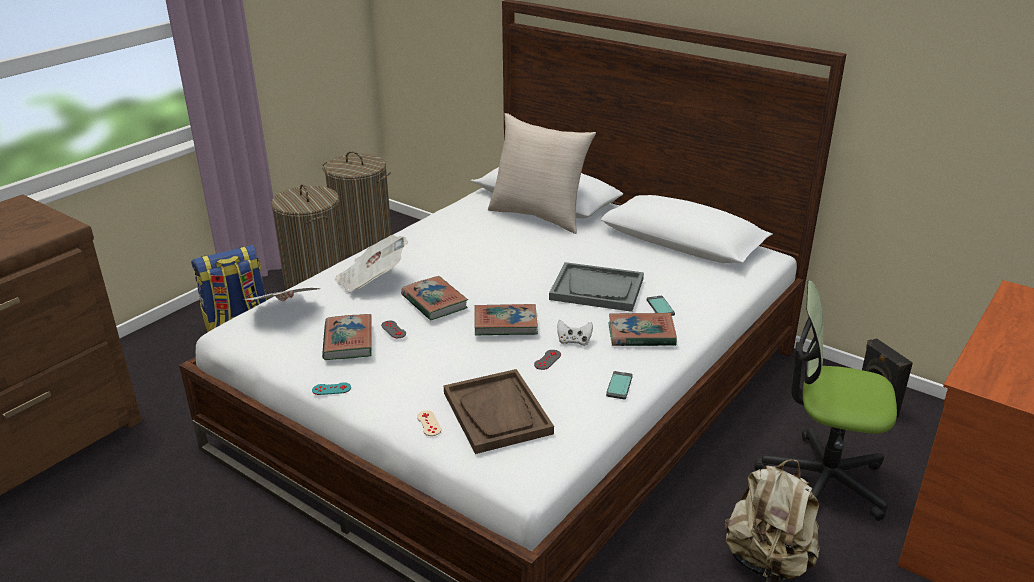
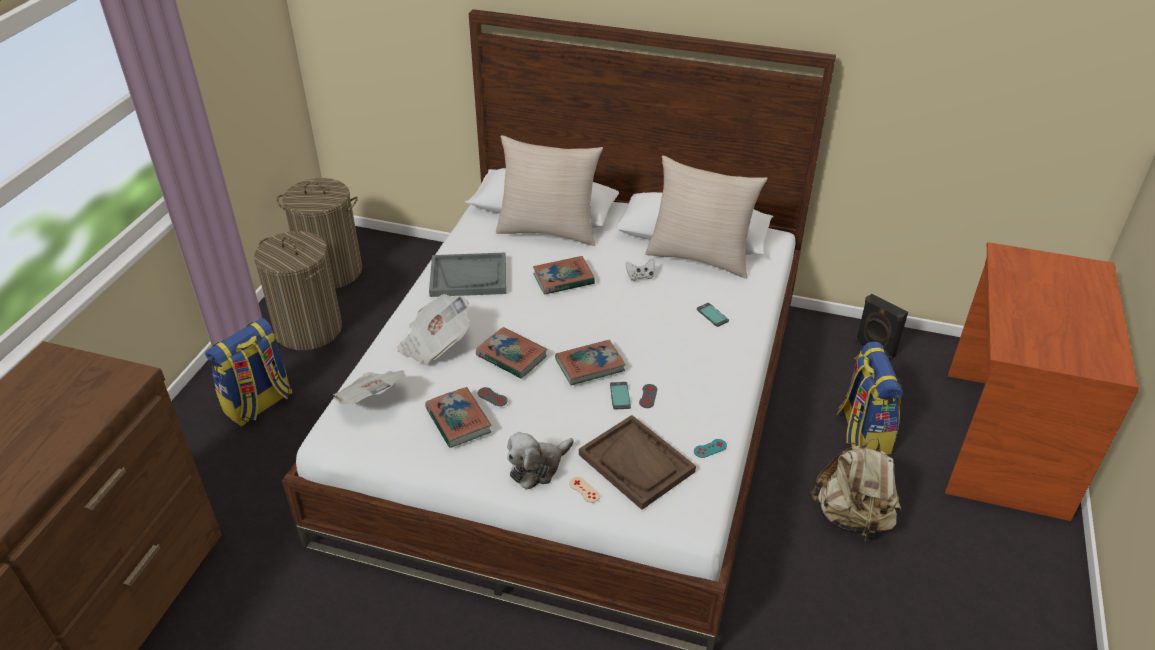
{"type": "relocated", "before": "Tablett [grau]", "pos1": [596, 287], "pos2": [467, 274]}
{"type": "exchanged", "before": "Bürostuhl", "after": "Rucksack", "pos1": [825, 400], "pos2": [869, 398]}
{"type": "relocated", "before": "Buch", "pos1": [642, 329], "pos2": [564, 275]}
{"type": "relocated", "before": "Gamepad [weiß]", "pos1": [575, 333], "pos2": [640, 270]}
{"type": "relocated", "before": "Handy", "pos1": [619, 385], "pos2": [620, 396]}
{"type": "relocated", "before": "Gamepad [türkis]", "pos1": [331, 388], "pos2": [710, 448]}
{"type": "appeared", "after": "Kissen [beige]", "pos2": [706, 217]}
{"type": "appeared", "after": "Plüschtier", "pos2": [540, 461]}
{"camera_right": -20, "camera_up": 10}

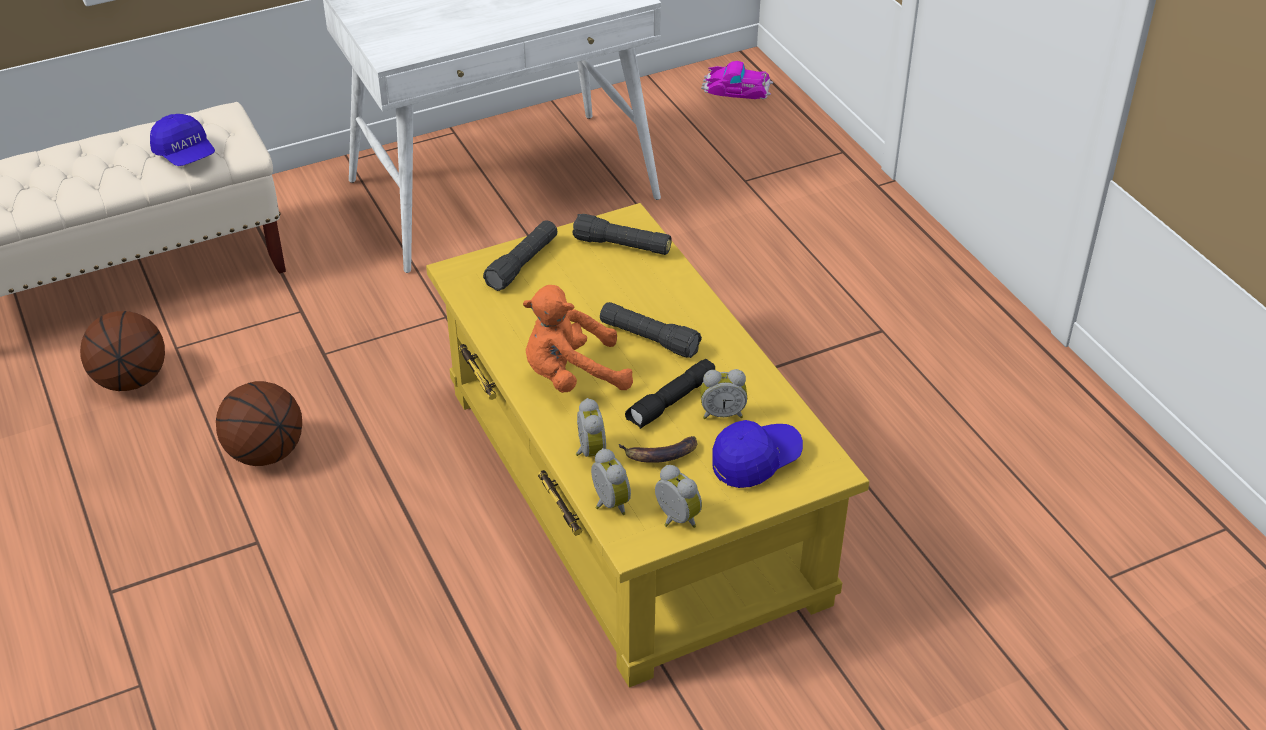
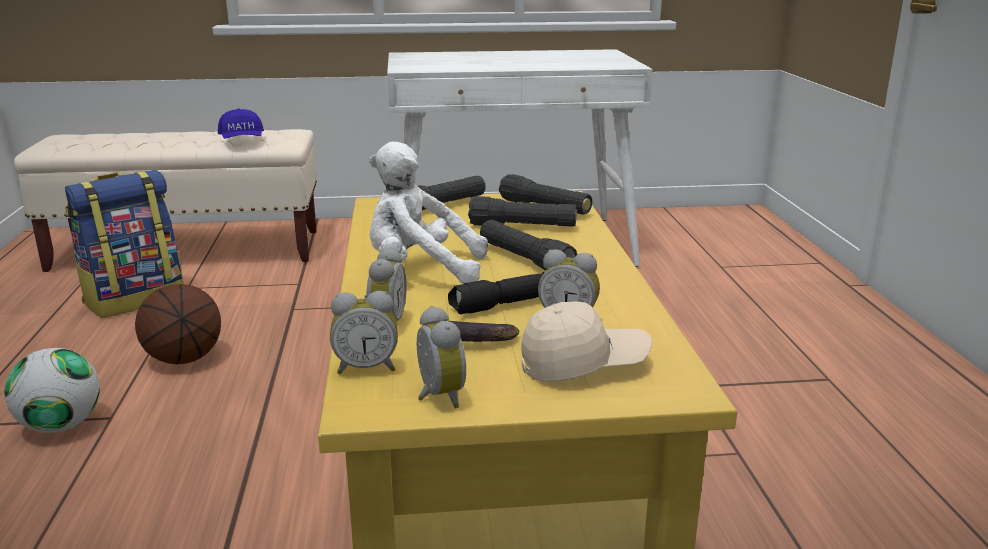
{"type": "missing", "before": "Spielzeugauto", "pos1": [737, 80]}
{"type": "colour", "before": "Plüschtier [orange]", "after": "Plüschtier [weiß]", "pos1": [578, 339], "pos2": [428, 212]}
{"type": "exchanged", "before": "Basketball", "after": "Rucksack", "pos1": [122, 351], "pos2": [124, 244]}
{"type": "colour", "before": "Kappe [blau]", "after": "Kappe [beige]", "pos1": [757, 454], "pos2": [586, 341]}
{"type": "spun", "before": "Wecker", "pos1": [611, 481], "pos2": [364, 332], "turn": 90}
{"type": "appeared", "after": "Taschenlampe [schwarz]", "pos2": [522, 211]}
{"type": "appeared", "after": "Fußball", "pos2": [52, 390]}
{"camera_right": 20, "camera_up": -20}

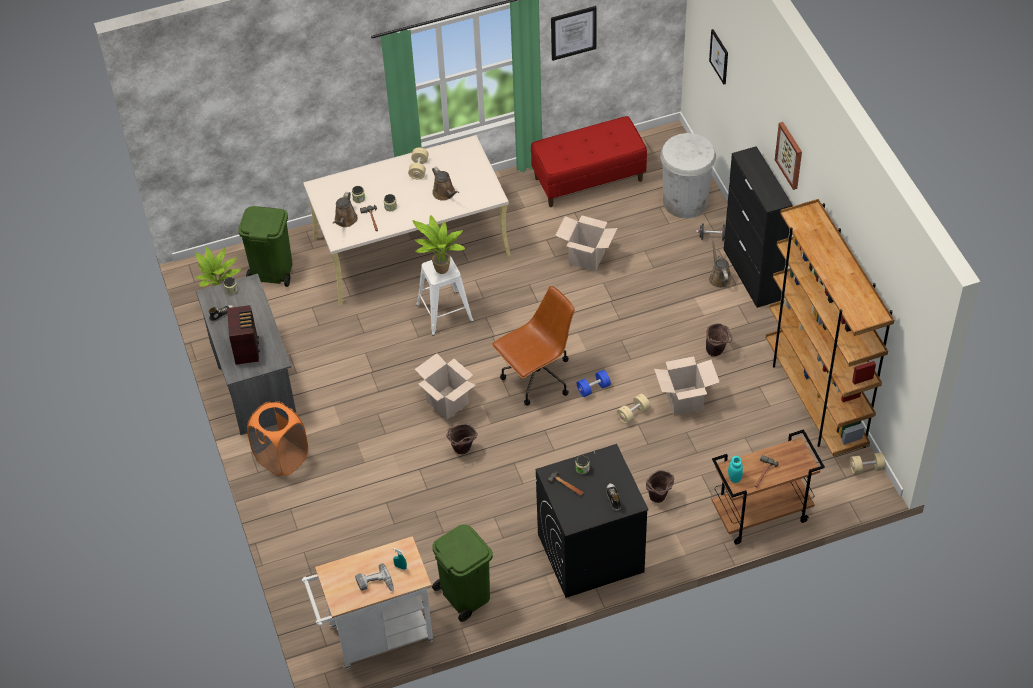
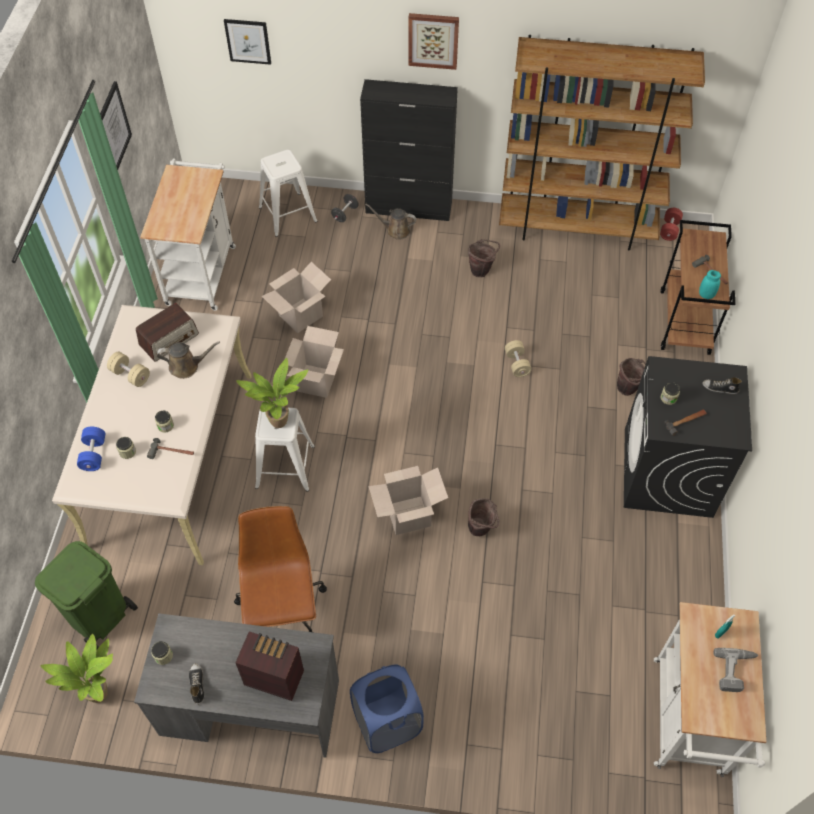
{"type": "exchanged", "before": "Bank [rot]", "after": "Rollwagen [weiß]", "pos1": [589, 161], "pos2": [188, 235]}
{"type": "exchanged", "before": "Mülleimer [weiß]", "after": "Hocker [weiß]", "pos1": [688, 175], "pos2": [288, 193]}
{"type": "missing", "before": "Gießkanne [braun]", "pos1": [345, 209]}
{"type": "relocated", "before": "Bürostuhl [braun]", "pos1": [533, 346], "pos2": [280, 569]}
{"type": "relocated", "before": "Karton", "pos1": [687, 385], "pos2": [314, 362]}
{"type": "relocated", "before": "Hantel [blau]", "pos1": [594, 383], "pos2": [91, 449]}
{"type": "colour", "before": "Wäschekorb [orange]", "after": "Wäschekorb [blau]", "pos1": [277, 438], "pos2": [387, 709]}
{"type": "colour", "before": "Hantel [beige]", "after": "Hantel [rot]", "pos1": [867, 463], "pos2": [671, 224]}
{"type": "missing", "before": "Mülleimer [grün]", "pos1": [462, 573]}
{"type": "appeared", "after": "Radio", "pos2": [167, 332]}
{"camera_right": -65, "camera_up": 5}

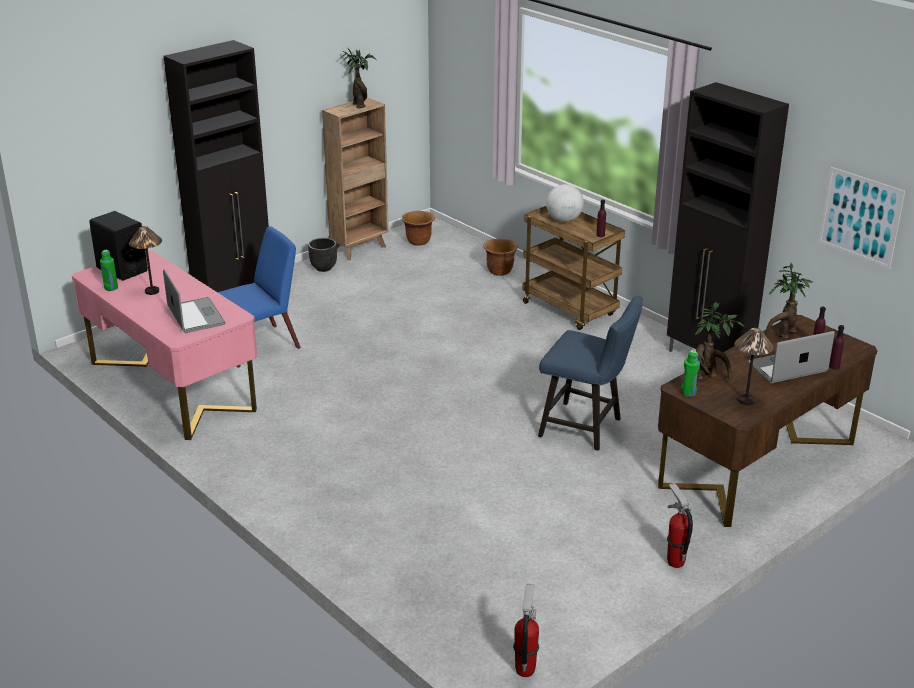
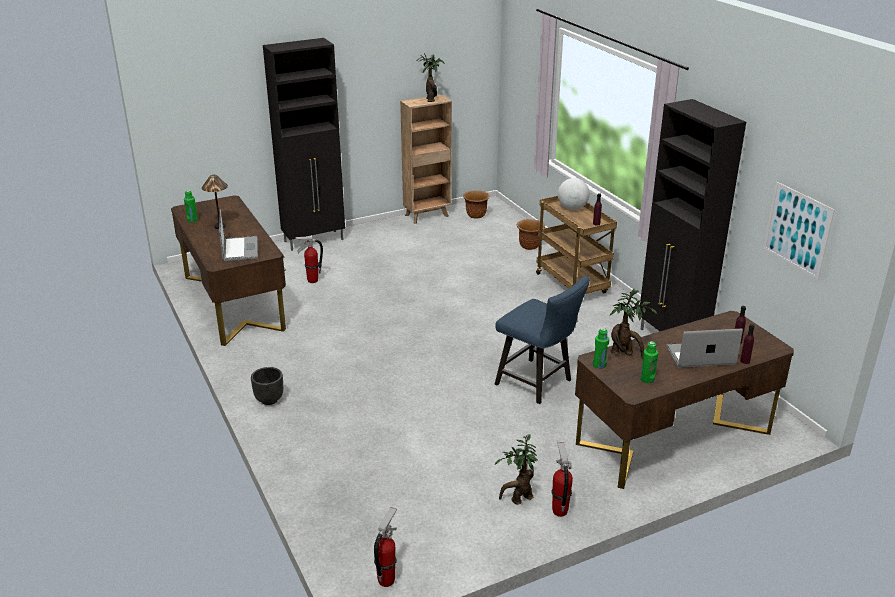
{"type": "missing", "before": "Lautsprecher [schwarz]", "pos1": [118, 246]}
{"type": "exchanged", "before": "Stuhl [blau]", "after": "Feuerlöscher", "pos1": [259, 297], "pos2": [309, 260]}
{"type": "relocated", "before": "Pflanzkübel [schwarz]", "pos1": [322, 255], "pos2": [267, 386]}
{"type": "colour", "before": "Schreibtisch [rosa]", "after": "Schreibtisch [braun]", "pos1": [164, 345], "pos2": [228, 271]}
{"type": "relocated", "before": "Topfpflanze", "pos1": [789, 300], "pos2": [516, 469]}
{"type": "exchanged", "before": "Tischlampe", "after": "Flasche [grün]", "pos1": [753, 366], "pos2": [649, 362]}
{"camera_right": 15, "camera_up": 0}

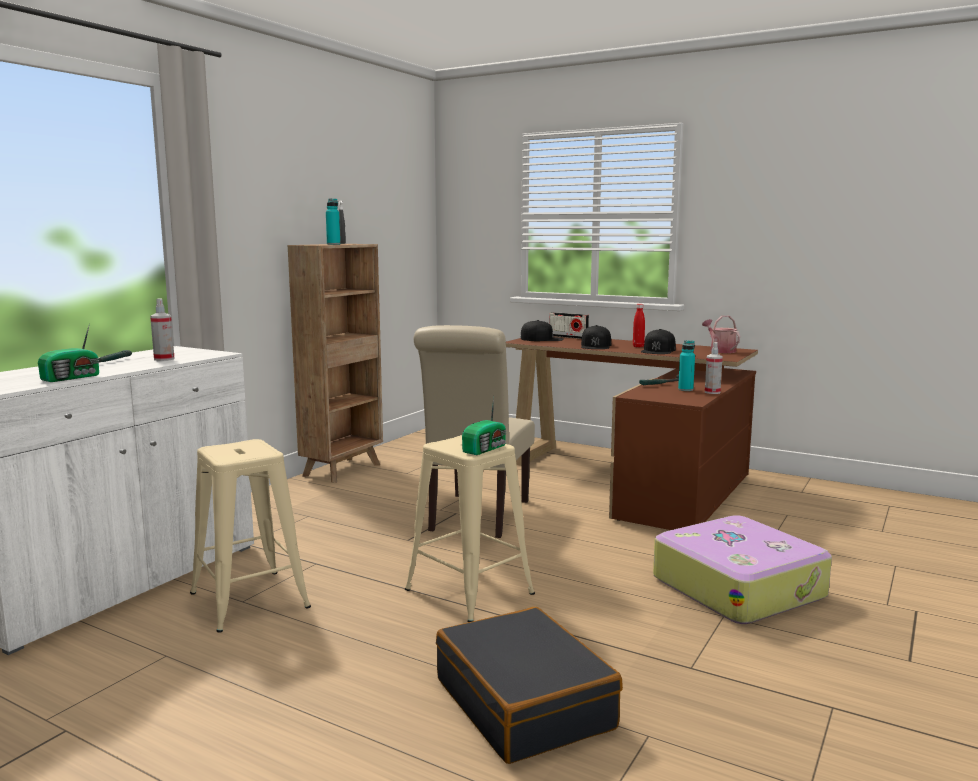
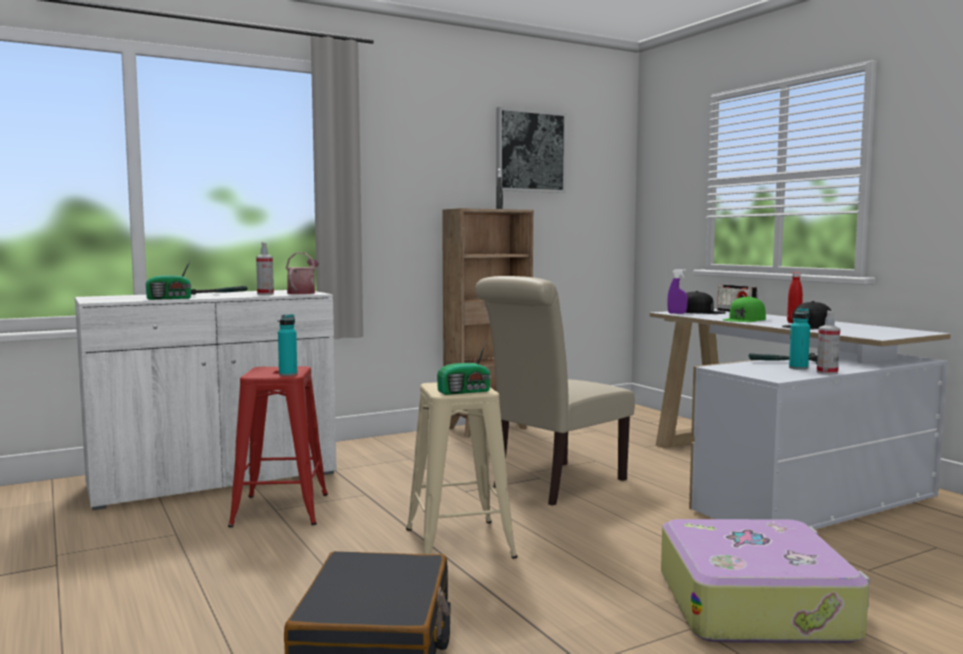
{"type": "relocated", "before": "Flasche [türkis]", "pos1": [333, 221], "pos2": [287, 345]}
{"type": "relocated", "before": "Gießkanne", "pos1": [721, 334], "pos2": [302, 273]}
{"type": "colour", "before": "Kappe [schwarz]", "after": "Kappe [grün]", "pos1": [596, 337], "pos2": [744, 309]}
{"type": "colour", "before": "Schreibtisch [braun]", "after": "Schreibtisch [weiß]", "pos1": [632, 433], "pos2": [800, 419]}
{"type": "colour", "before": "Hocker [beige]", "after": "Hocker [rot]", "pos1": [250, 536], "pos2": [278, 446]}
{"type": "appeared", "after": "Bild", "pos2": [531, 150]}
{"type": "appeared", "after": "Sprühflasche [lila]", "pos2": [677, 291]}
{"camera_right": 30, "camera_up": -5}

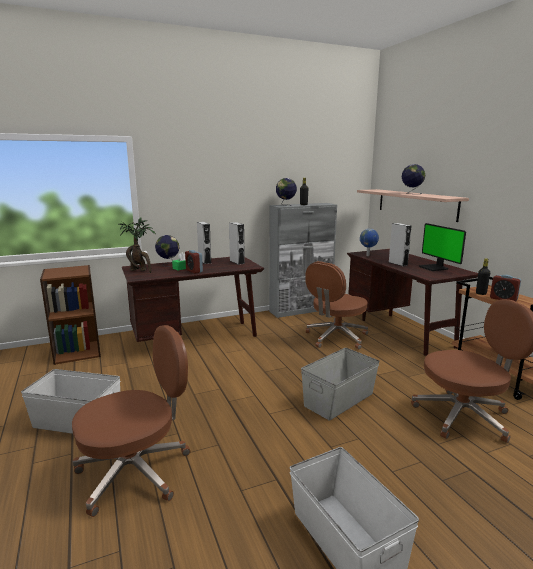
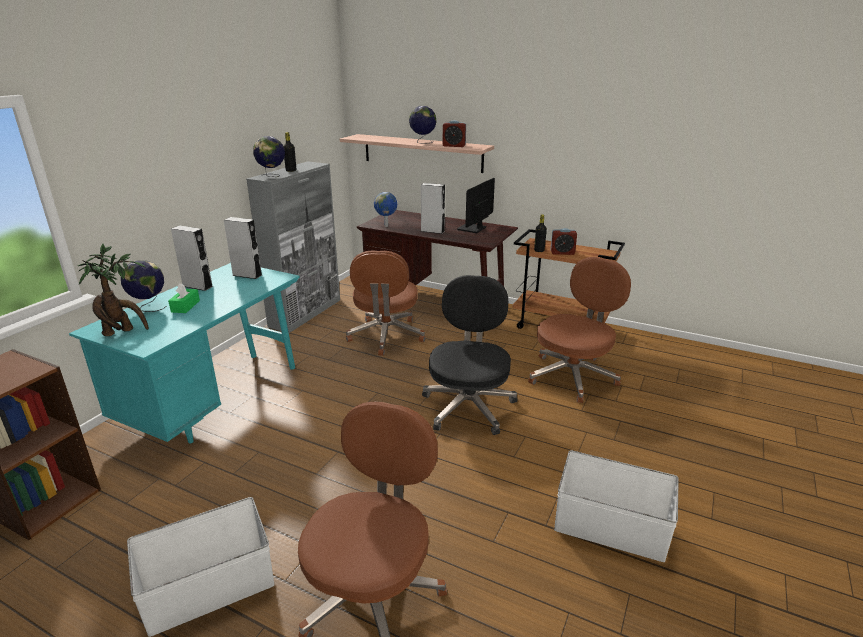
{"type": "spun", "before": "Monitor", "pos1": [442, 247], "pos2": [476, 205], "turn": 90}
{"type": "relocated", "before": "Wecker", "pos1": [194, 261], "pos2": [454, 133]}
{"type": "colour", "before": "Schreibtisch [braun]", "after": "Schreibtisch [türkis]", "pos1": [193, 299], "pos2": [184, 353]}
{"type": "exchanged", "before": "Aufbewahrungsbox [grau]", "after": "Bürostuhl [schwarz]", "pos1": [340, 384], "pos2": [469, 355]}
{"camera_right": -40, "camera_up": 10}

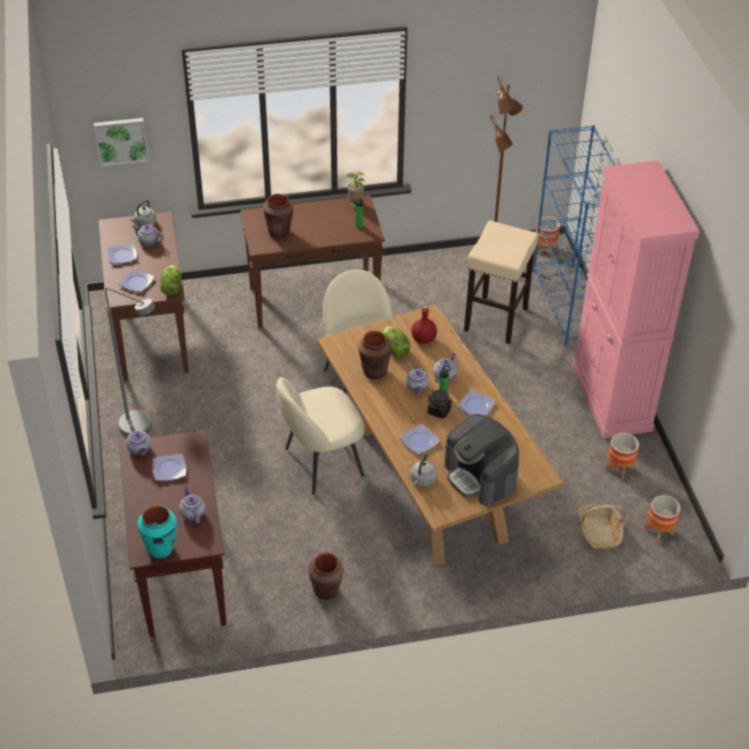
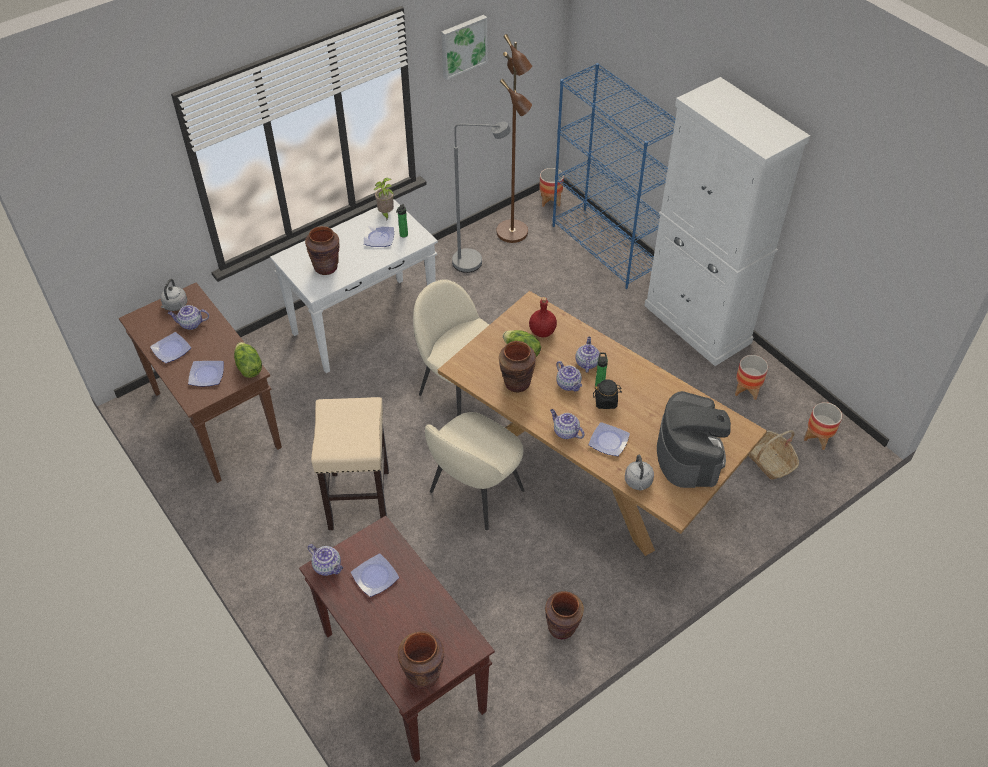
{"type": "relocated", "before": "Bild", "pos1": [121, 142], "pos2": [464, 47]}
{"type": "colour", "before": "Schrank [rosa]", "after": "Schrank [weiß]", "pos1": [636, 299], "pos2": [727, 221]}
{"type": "colour", "before": "Konsolentisch [braun]", "after": "Konsolentisch [weiß]", "pos1": [313, 261], "pos2": [354, 286]}
{"type": "relocated", "before": "Hocker [beige]", "pos1": [501, 282], "pos2": [350, 463]}
{"type": "relocated", "before": "Stehlampe [grau]", "pos1": [130, 362], "pos2": [481, 197]}
{"type": "relocated", "before": "Teller", "pos1": [477, 403], "pos2": [379, 236]}
{"type": "spun", "before": "Kaffeemaschine", "pos1": [481, 460], "pos2": [694, 439], "turn": -120}
{"type": "relocated", "before": "Teekanne", "pos1": [192, 505], "pos2": [567, 424]}
{"type": "colour", "before": "Vase [türkis]", "after": "Vase [braun]", "pos1": [157, 531], "pos2": [421, 660]}
{"camera_right": -25, "camera_up": 5}

